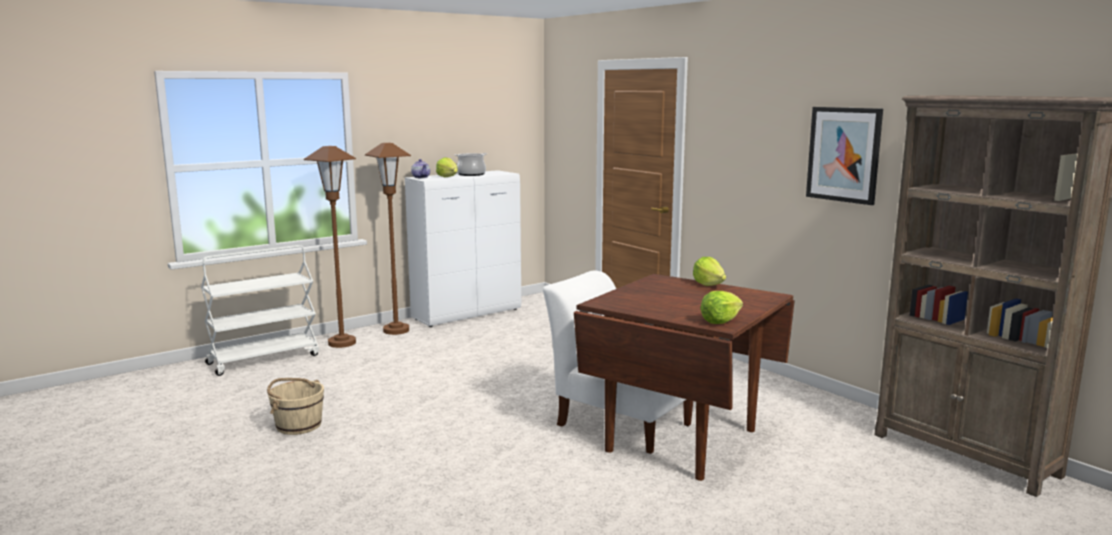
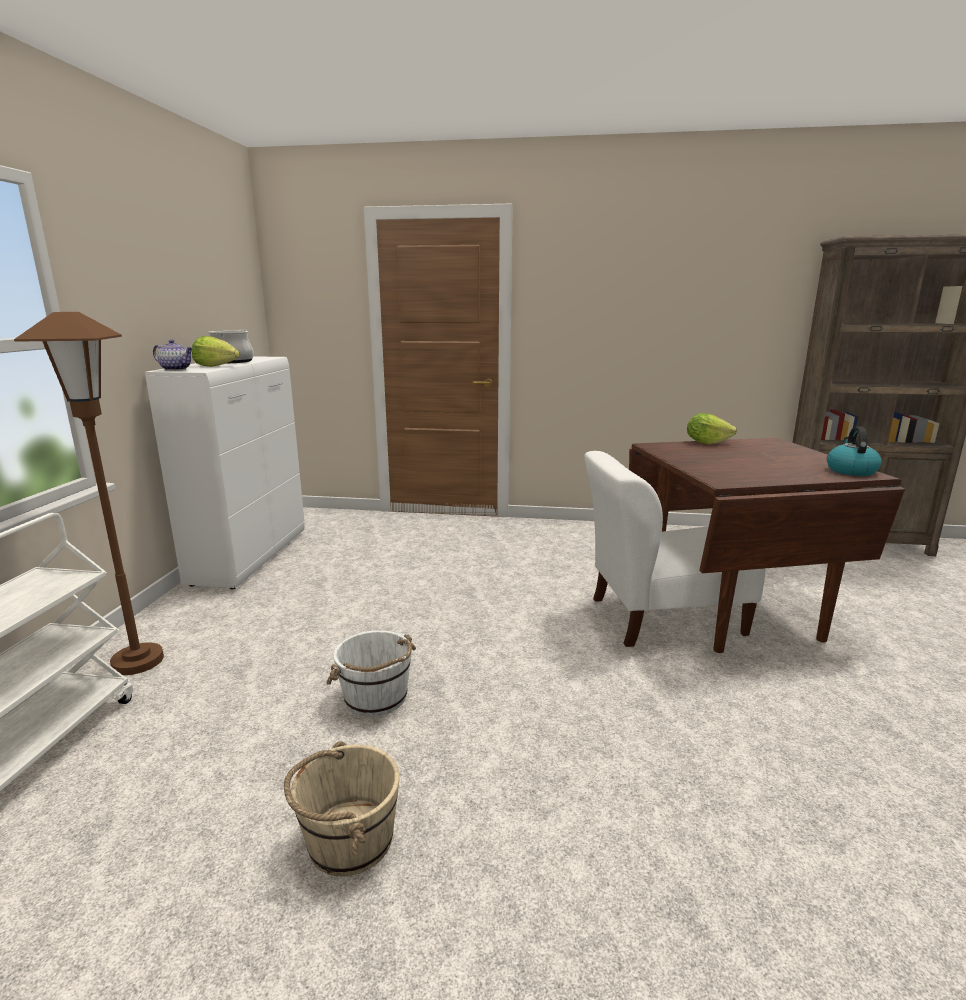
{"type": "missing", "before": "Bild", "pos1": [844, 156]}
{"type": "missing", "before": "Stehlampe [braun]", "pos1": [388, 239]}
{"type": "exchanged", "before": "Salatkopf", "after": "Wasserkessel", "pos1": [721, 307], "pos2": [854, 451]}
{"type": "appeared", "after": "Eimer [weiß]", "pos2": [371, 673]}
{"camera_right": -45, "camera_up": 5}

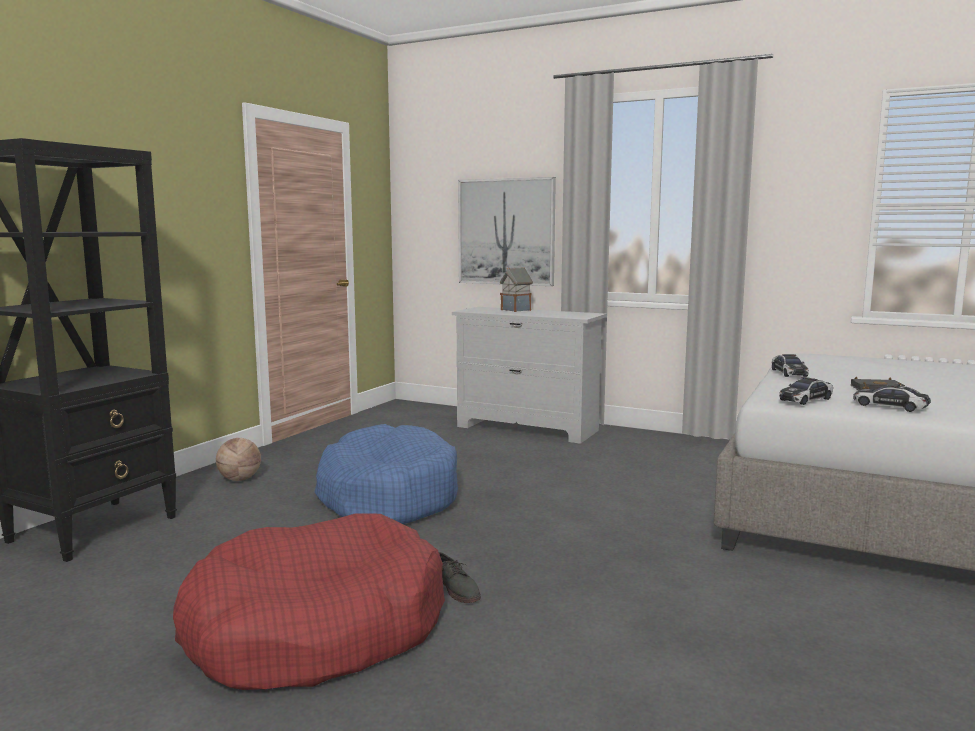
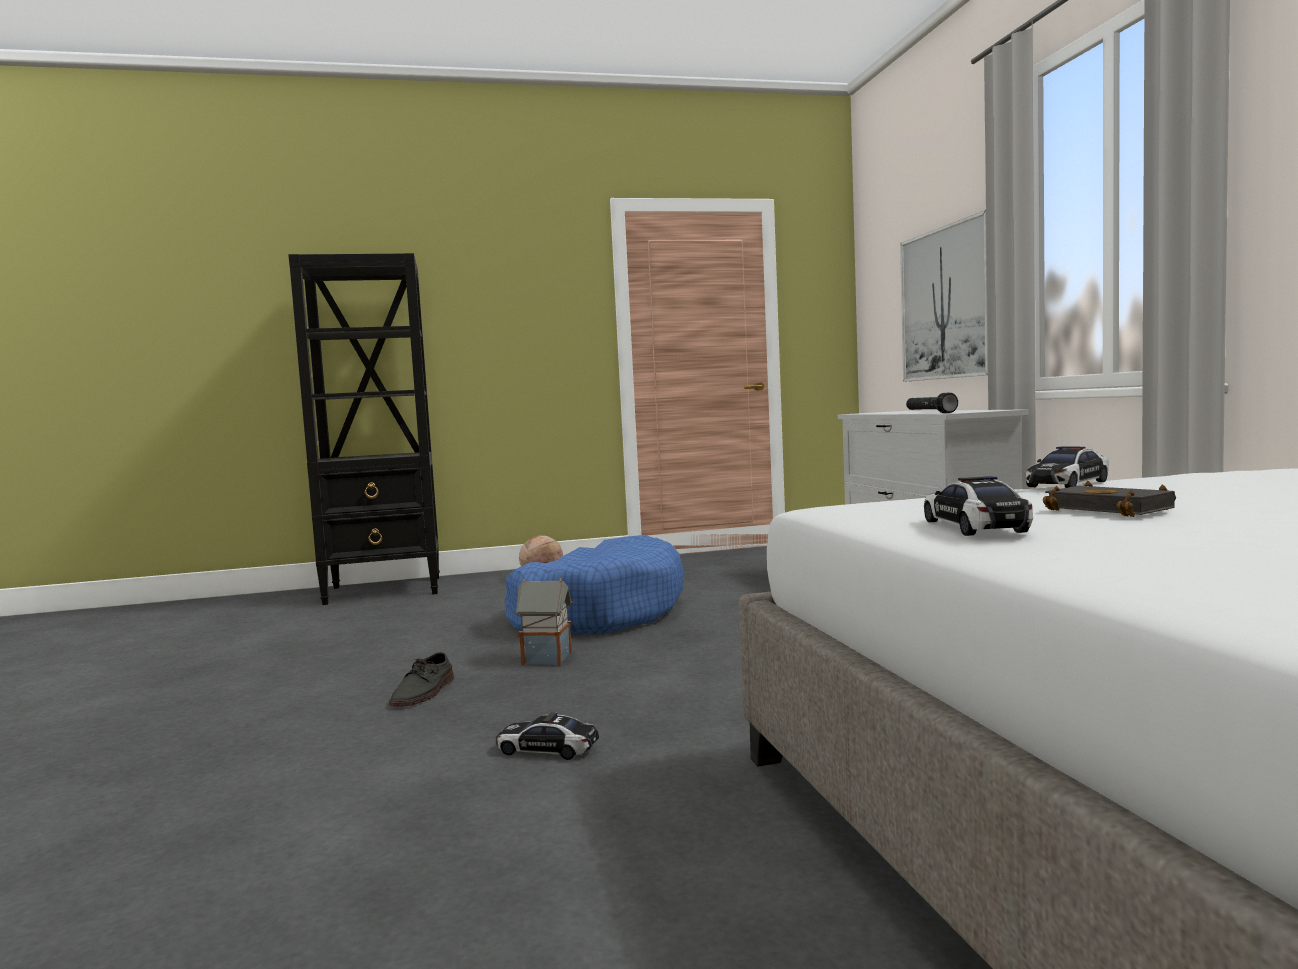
{"type": "relocated", "before": "Spielzeughaus", "pos1": [516, 289], "pos2": [544, 621]}
{"type": "relocated", "before": "Spielzeugauto", "pos1": [806, 391], "pos2": [547, 736]}
{"type": "missing", "before": "Hundebett [rot]", "pos1": [309, 601]}
{"type": "appeared", "after": "Taschenlampe [schwarz]", "pos2": [932, 403]}
{"camera_right": 50, "camera_up": -5}

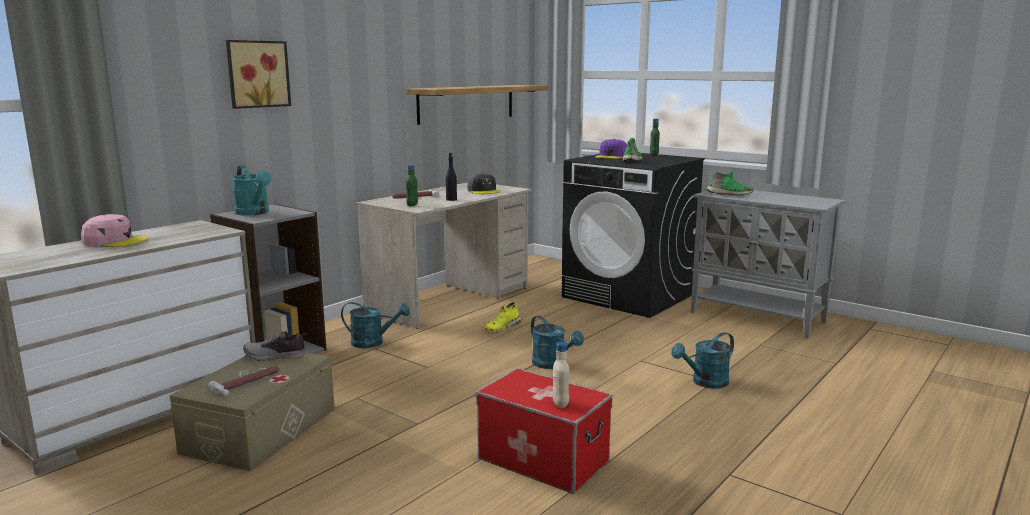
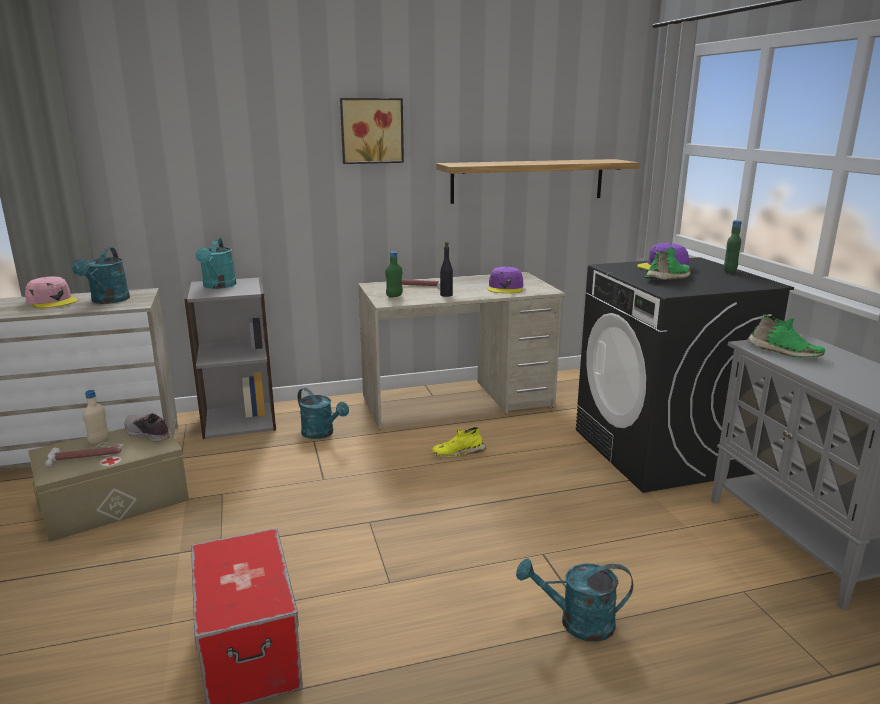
{"type": "relocated", "before": "Bild", "pos1": [258, 74], "pos2": [372, 131]}
{"type": "colour", "before": "Kappe [grau]", "after": "Kappe [lila]", "pos1": [483, 183], "pos2": [505, 280]}
{"type": "relocated", "before": "Gießkanne [türkis]", "pos1": [557, 342], "pos2": [101, 276]}
{"type": "relocated", "before": "Flasche [beige]", "pos1": [561, 375], "pos2": [96, 417]}
{"camera_right": 35, "camera_up": 5}

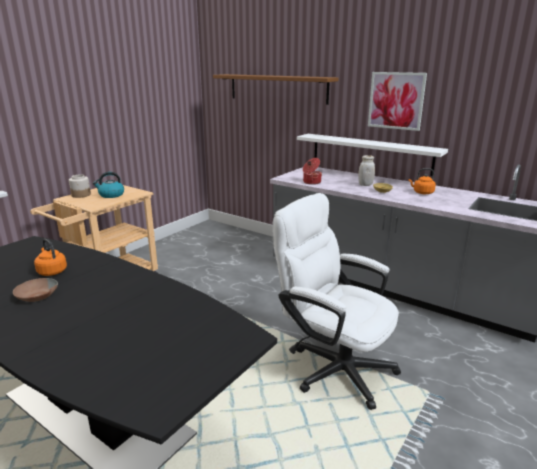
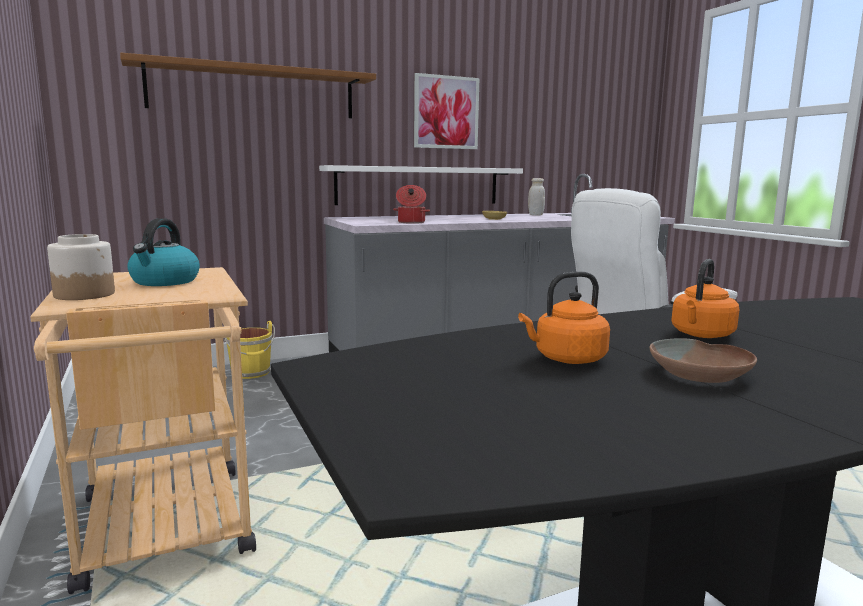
{"type": "relocated", "before": "Vorratsglas [weiß]", "pos1": [366, 170], "pos2": [536, 196]}
{"type": "relocated", "before": "Wasserkessel [orange]", "pos1": [422, 181], "pos2": [705, 298]}
{"type": "appeared", "after": "Eimer [gelb]", "pos2": [249, 350]}
{"camera_right": -60, "camera_up": -10}

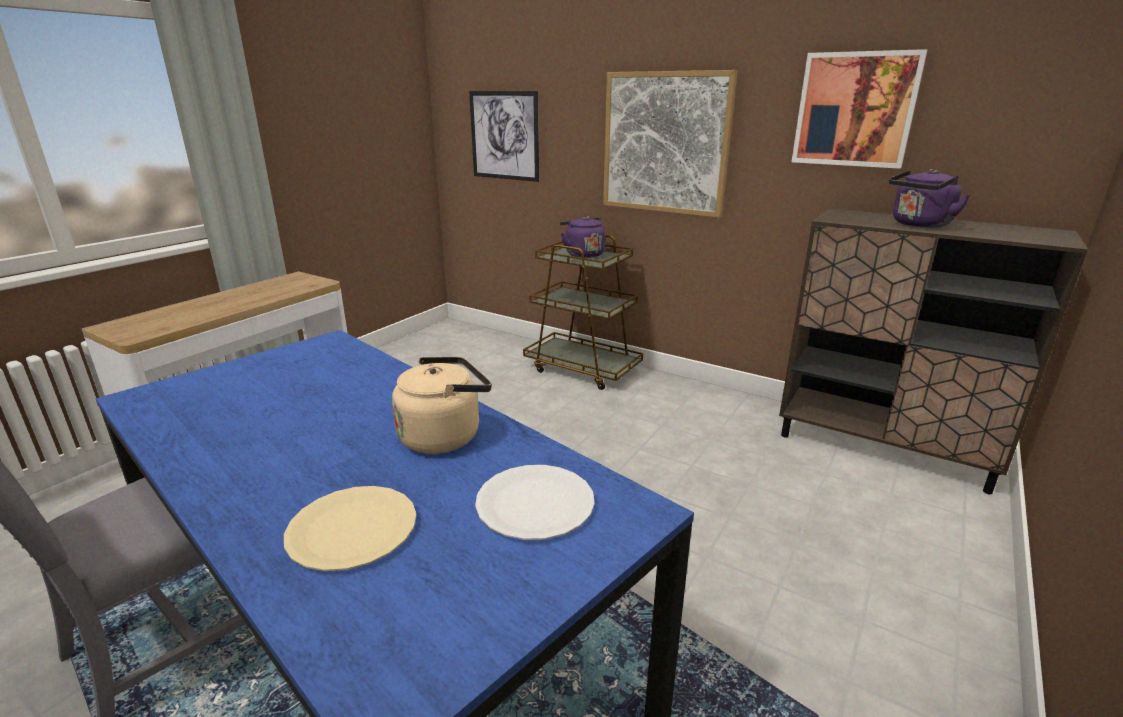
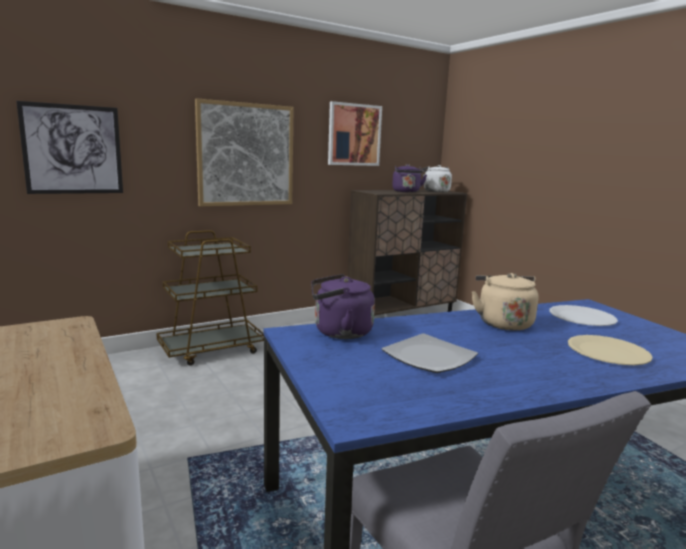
{"type": "relocated", "before": "Wasserkessel [lila]", "pos1": [582, 237], "pos2": [343, 306]}
{"type": "appeared", "after": "Wasserkessel [weiß]", "pos2": [436, 178]}
{"type": "appeared", "after": "Teller", "pos2": [430, 353]}
{"camera_right": -65, "camera_up": -10}

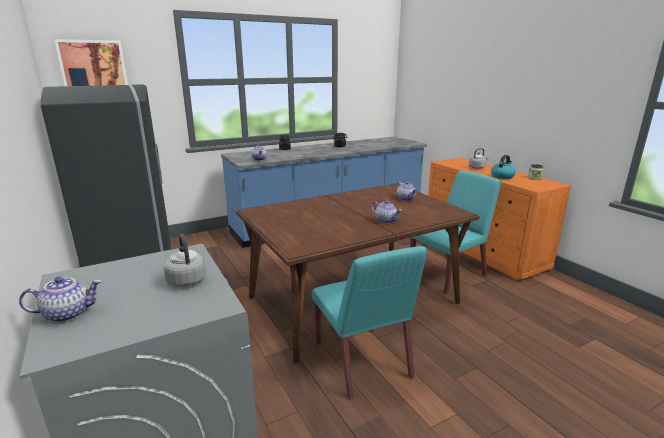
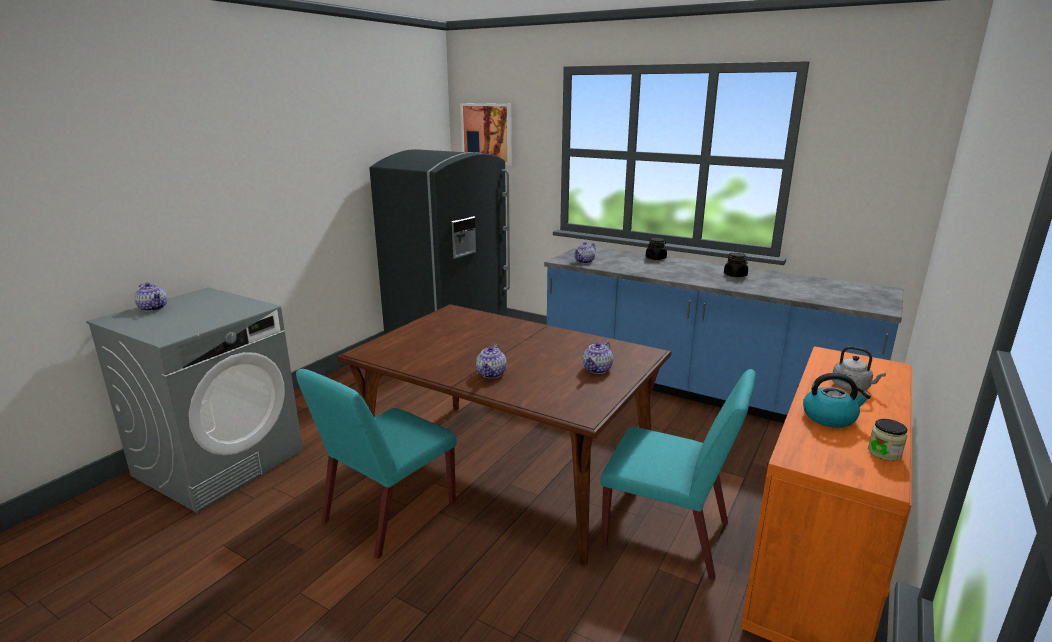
{"type": "missing", "before": "Wasserkessel [grau]", "pos1": [184, 260]}
{"camera_right": 60, "camera_up": 0}

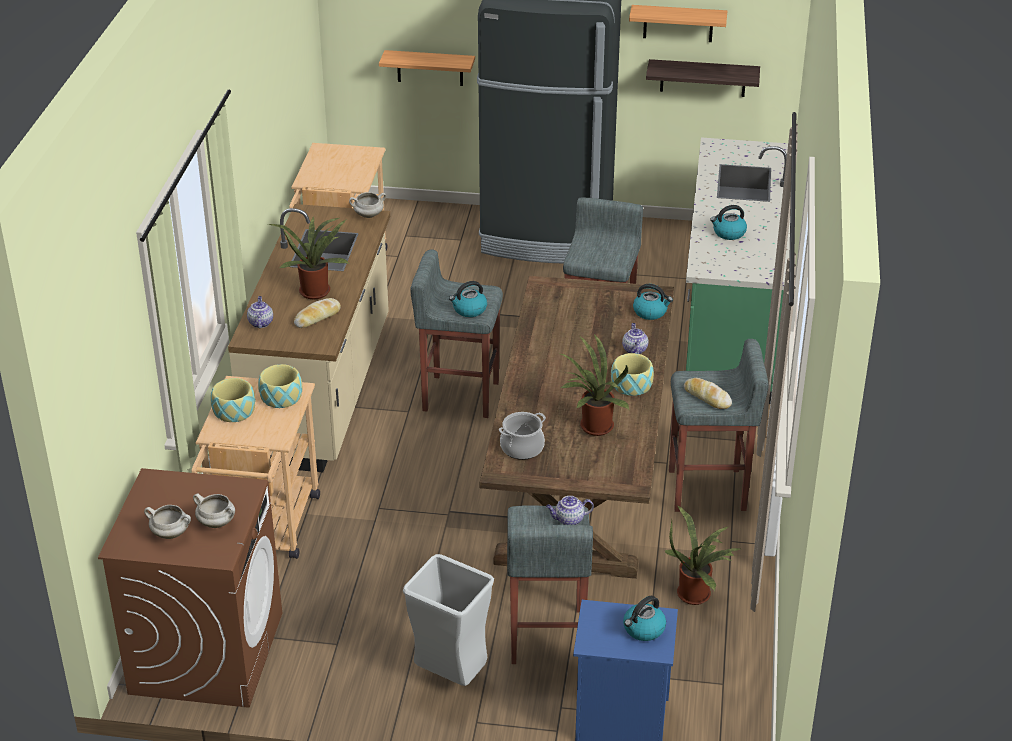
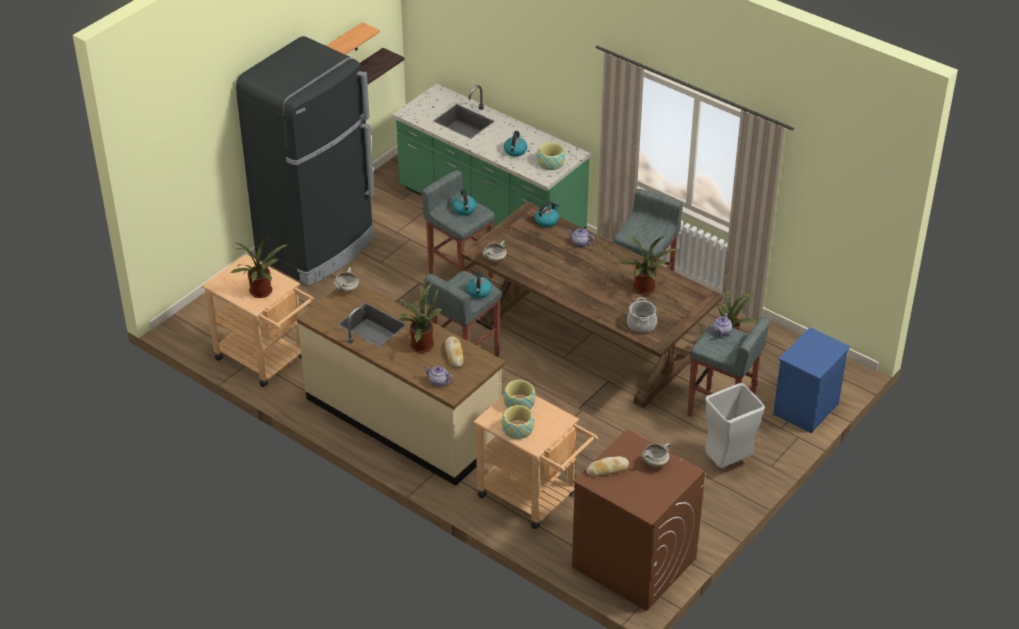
{"type": "missing", "before": "Wandregal", "pos1": [427, 68]}
{"type": "relocated", "before": "Schüssel", "pos1": [632, 374], "pos2": [551, 156]}
{"type": "relocated", "before": "Brot", "pos1": [708, 393], "pos2": [607, 466]}
{"type": "relocated", "before": "Kochtopf [weiß]", "pos1": [167, 522], "pos2": [495, 252]}
{"type": "relocated", "before": "Wasserkessel", "pos1": [644, 618], "pos2": [464, 202]}
{"type": "appeared", "after": "Topfpflanze", "pos2": [259, 267]}
{"camera_right": -60, "camera_up": 5}

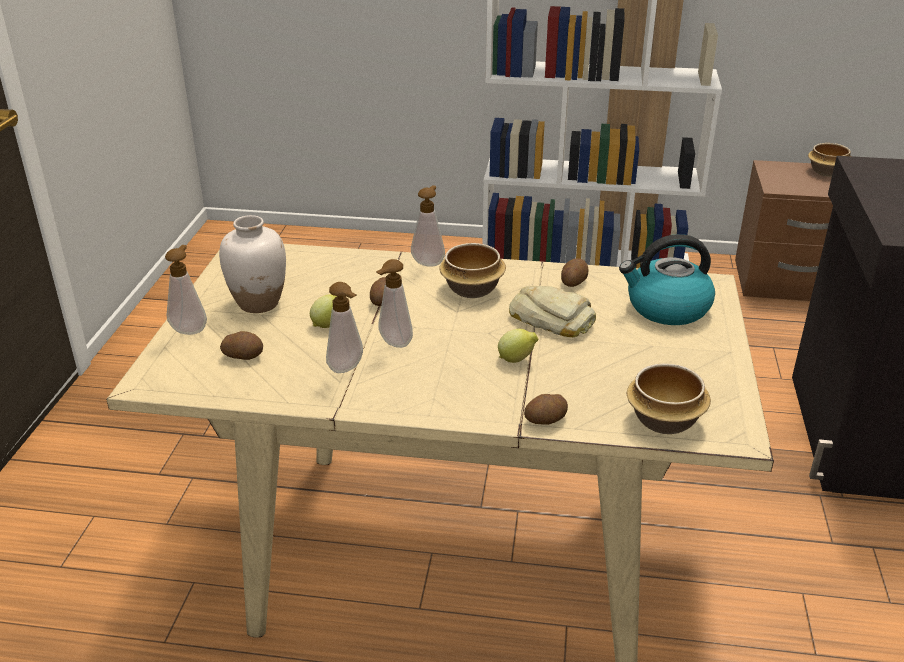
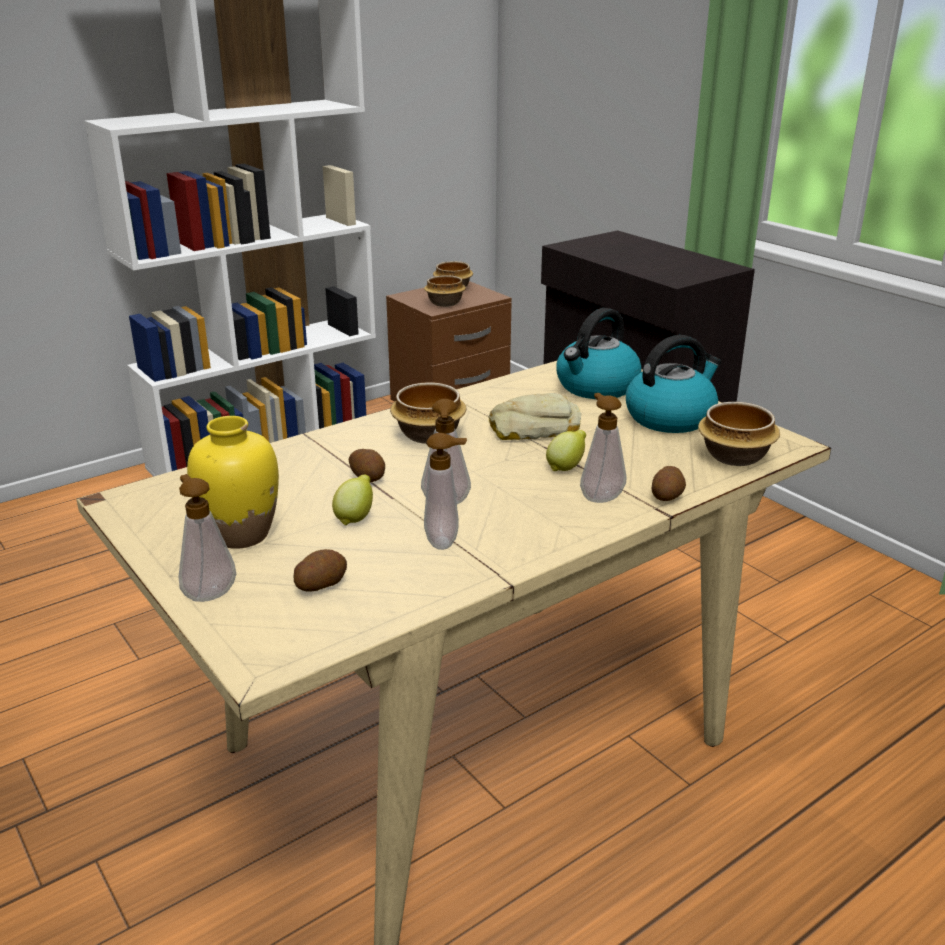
{"type": "relocated", "before": "Seifenspender", "pos1": [428, 226], "pos2": [603, 448]}
{"type": "colour", "before": "Vase [weiß]", "after": "Vase [gelb]", "pos1": [252, 264], "pos2": [233, 482]}
{"type": "missing", "before": "Kartoffel", "pos1": [575, 272]}
{"type": "appeared", "after": "Schüssel", "pos2": [445, 291]}
{"type": "appeared", "after": "Wasserkessel", "pos2": [674, 384]}
{"camera_right": -45, "camera_up": -5}

